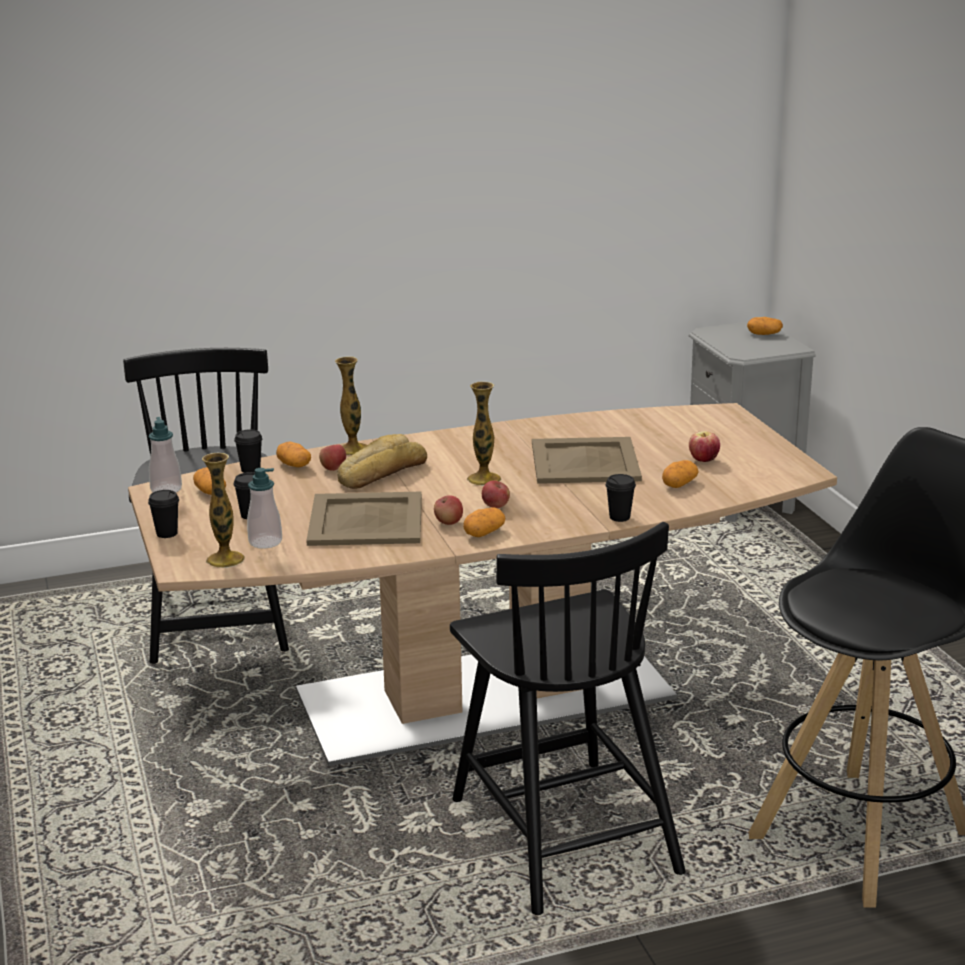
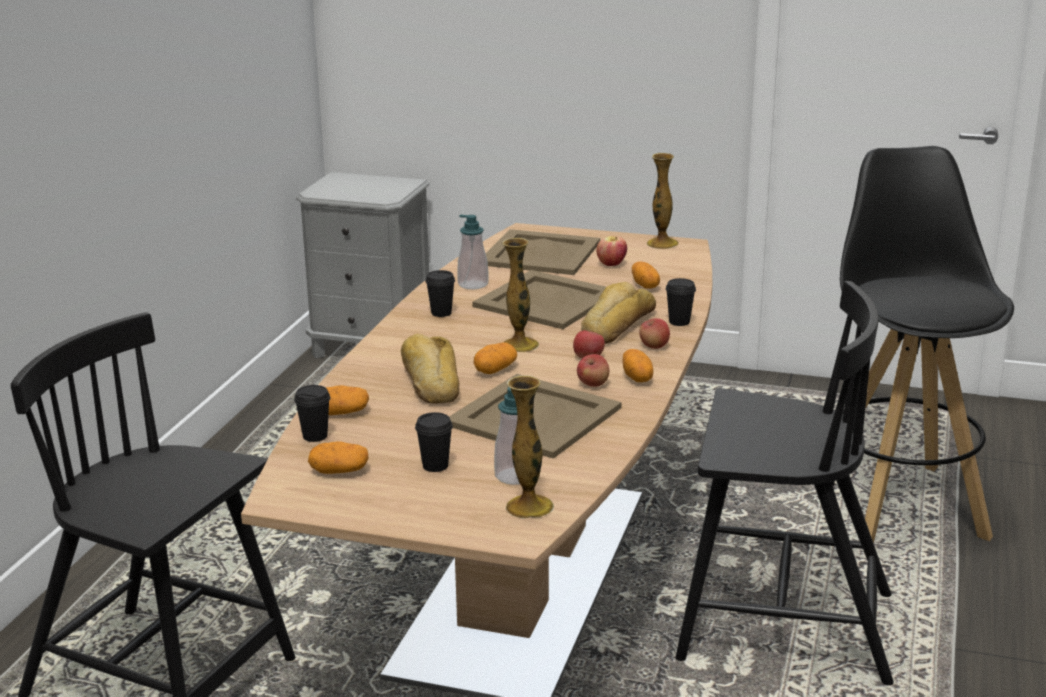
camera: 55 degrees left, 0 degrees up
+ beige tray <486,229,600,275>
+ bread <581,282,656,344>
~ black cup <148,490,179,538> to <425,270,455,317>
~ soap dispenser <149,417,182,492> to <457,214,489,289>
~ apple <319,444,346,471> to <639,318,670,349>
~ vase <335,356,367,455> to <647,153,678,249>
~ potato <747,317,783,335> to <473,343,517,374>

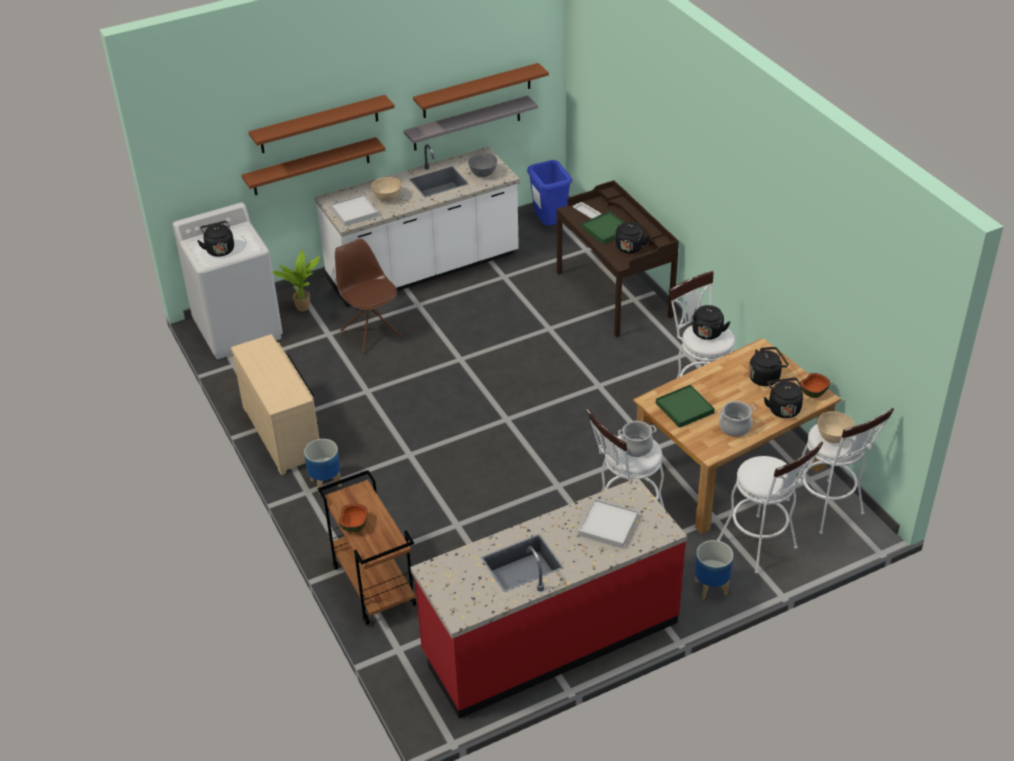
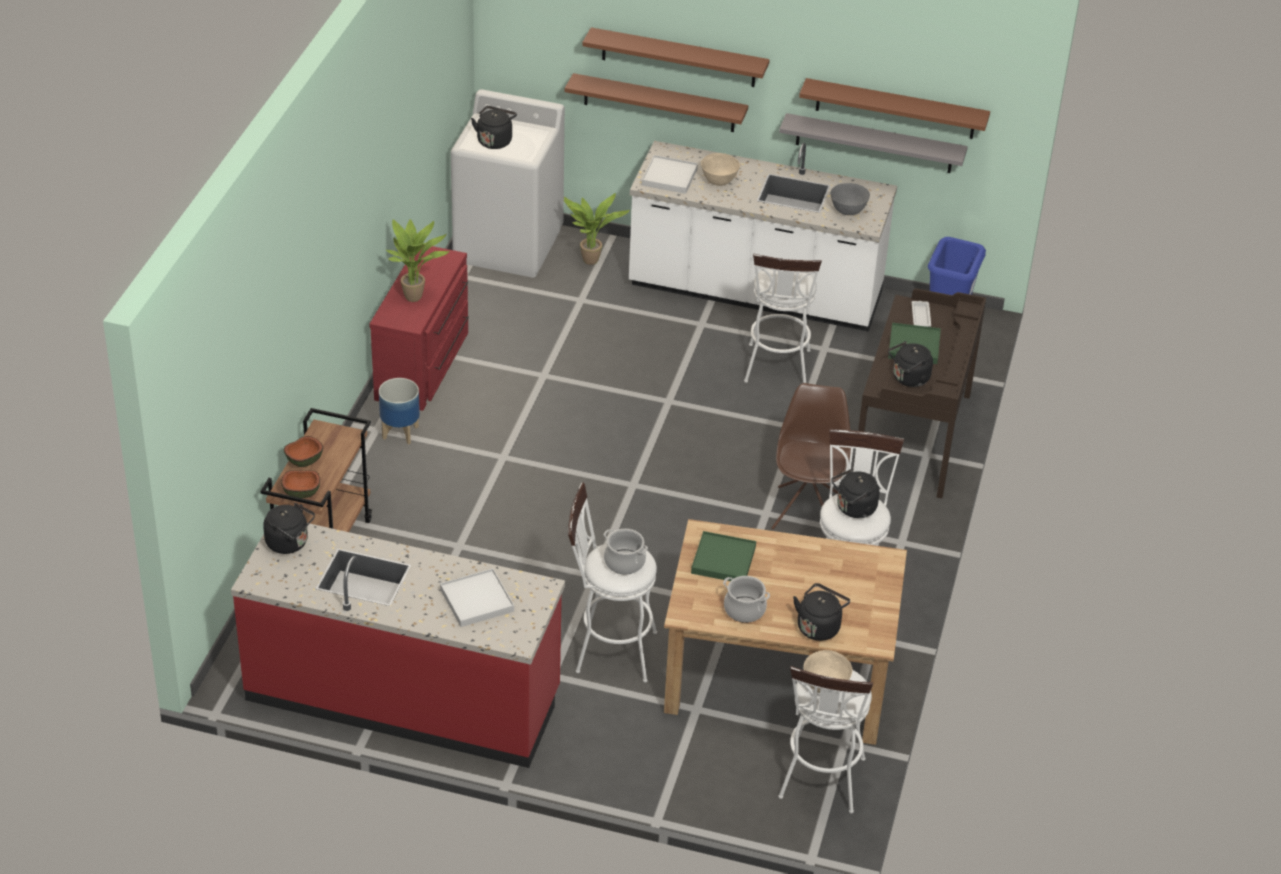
camera: 40 degrees right, 0 degrees up
- planter <695,540,733,599>
+ potted plant <385,219,449,302>
~ brown chair <335,239,403,354> to <772,383,851,529>
~ white stool <717,442,823,574> to <744,254,822,383>
~ black kettle <749,347,788,386> to <263,503,315,554>
~ bowl <800,373,830,398> to <281,470,320,498>
~ beige dresser <231,334,319,475> to red dresser <369,246,468,411>

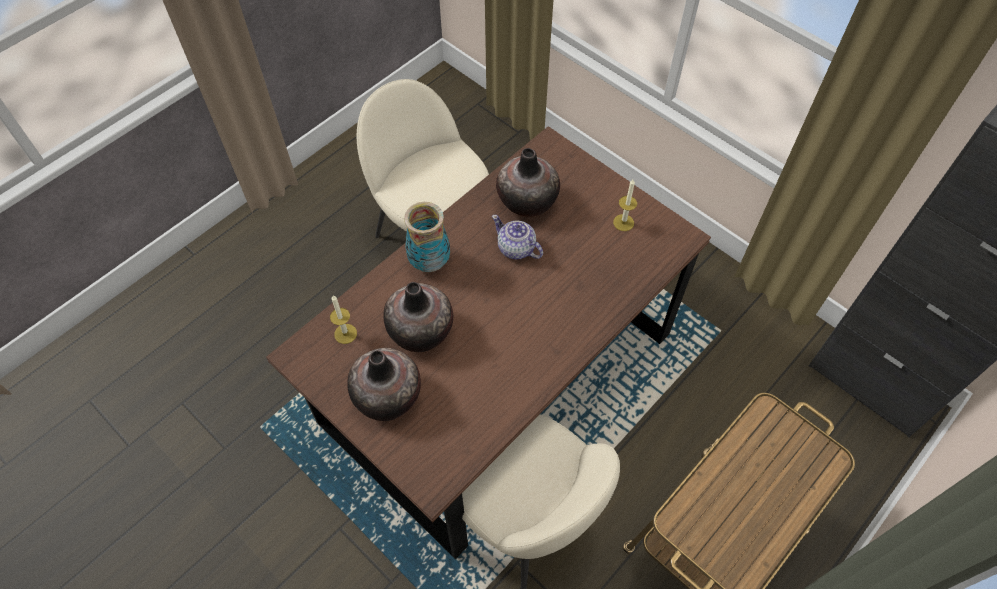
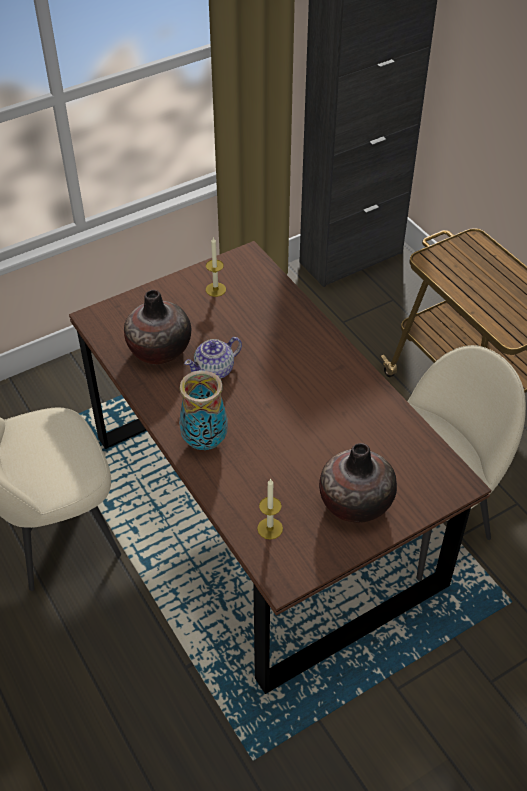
camera: 75 degrees left, 10 degrees down
- vase <383,282,453,352>

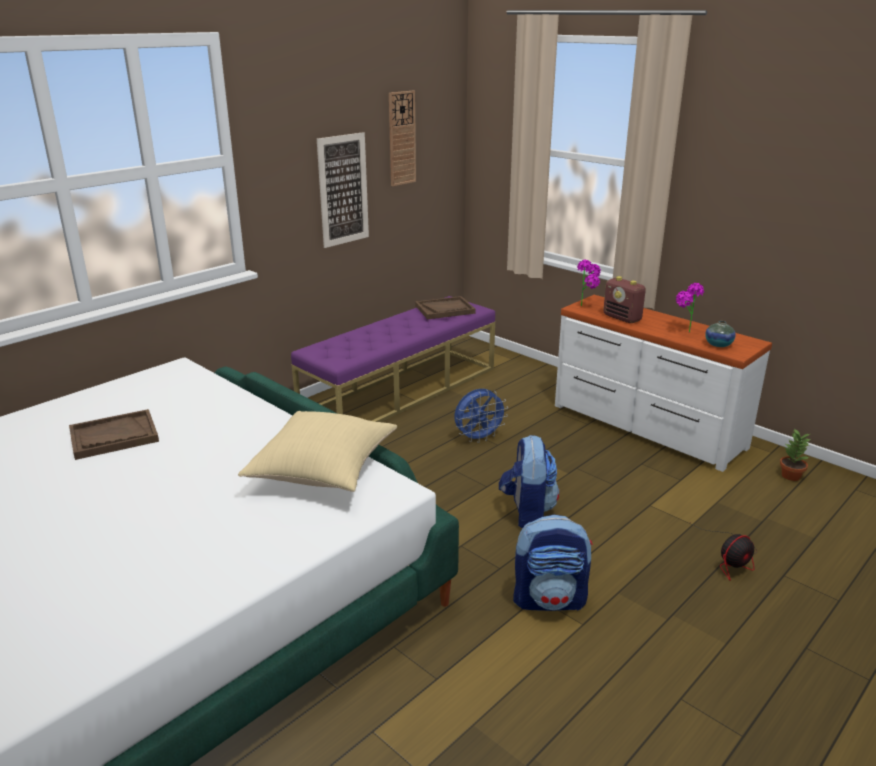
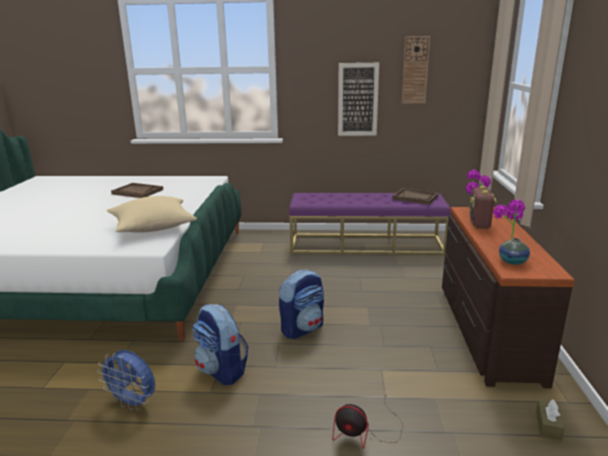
camera: 50 degrees right, 5 degrees down
~ blue fan <455,389,508,443> to <97,350,155,411>
~ potted plant <780,428,810,481> to brown tissue box <536,399,565,441>
~ white dresser <555,295,772,472> to brown dresser <442,207,575,388>

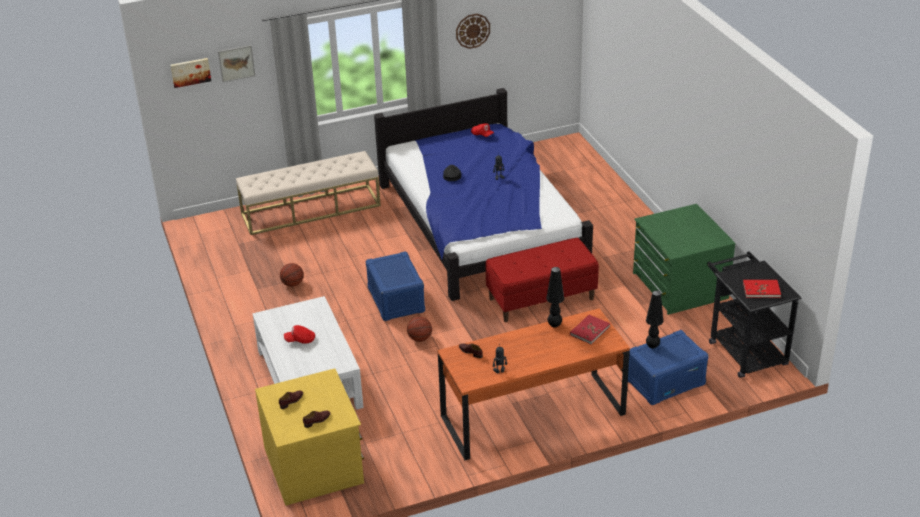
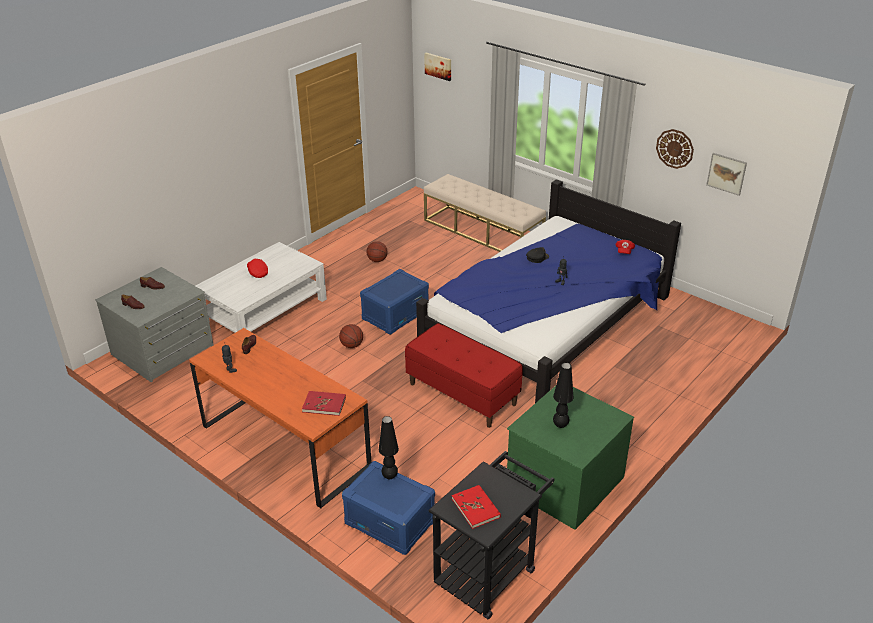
camera: 60 degrees right, 0 degrees up
~ picture <218,45,255,82> to <706,153,747,196>
~ black table lamp <546,267,564,328> to <553,363,574,428>
~ yellow dresser <255,368,364,506> to grey dresser <95,267,213,383>

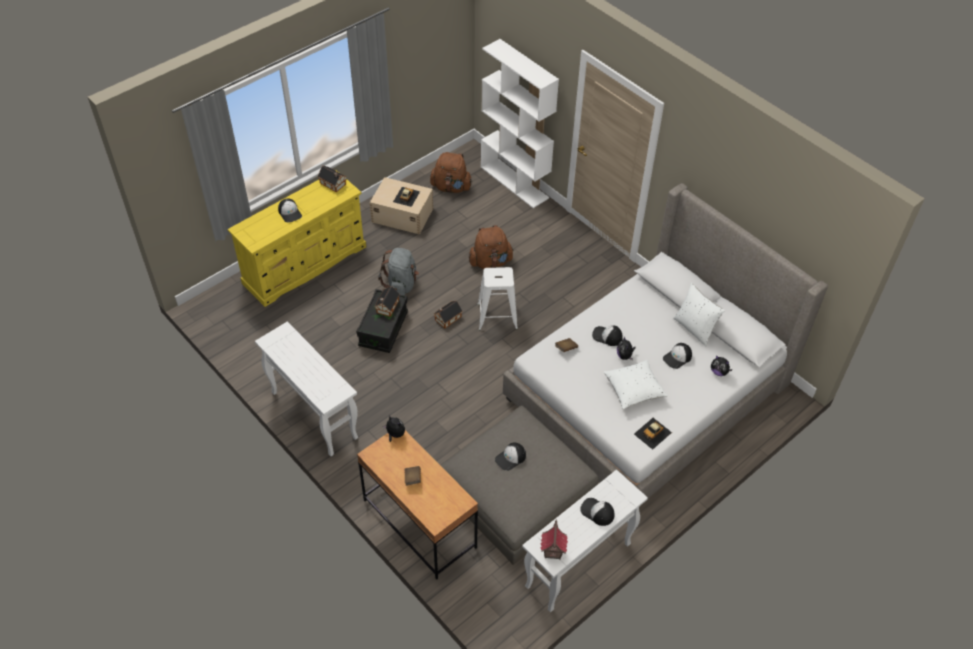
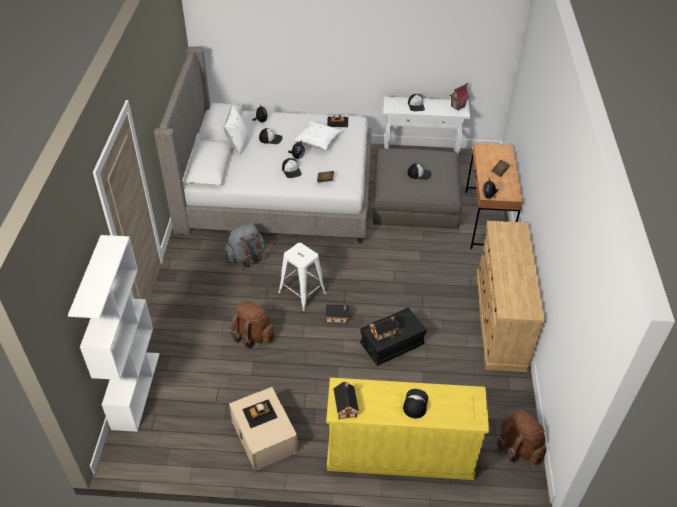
camera: 135 degrees left, 5 degrees down
~ grey backpack <378,248,419,295> to <225,224,265,268>
~ brown backpack <430,152,472,193> to <497,410,546,464>
~ white console table <255,321,358,456> to beige dresser <476,221,545,372>

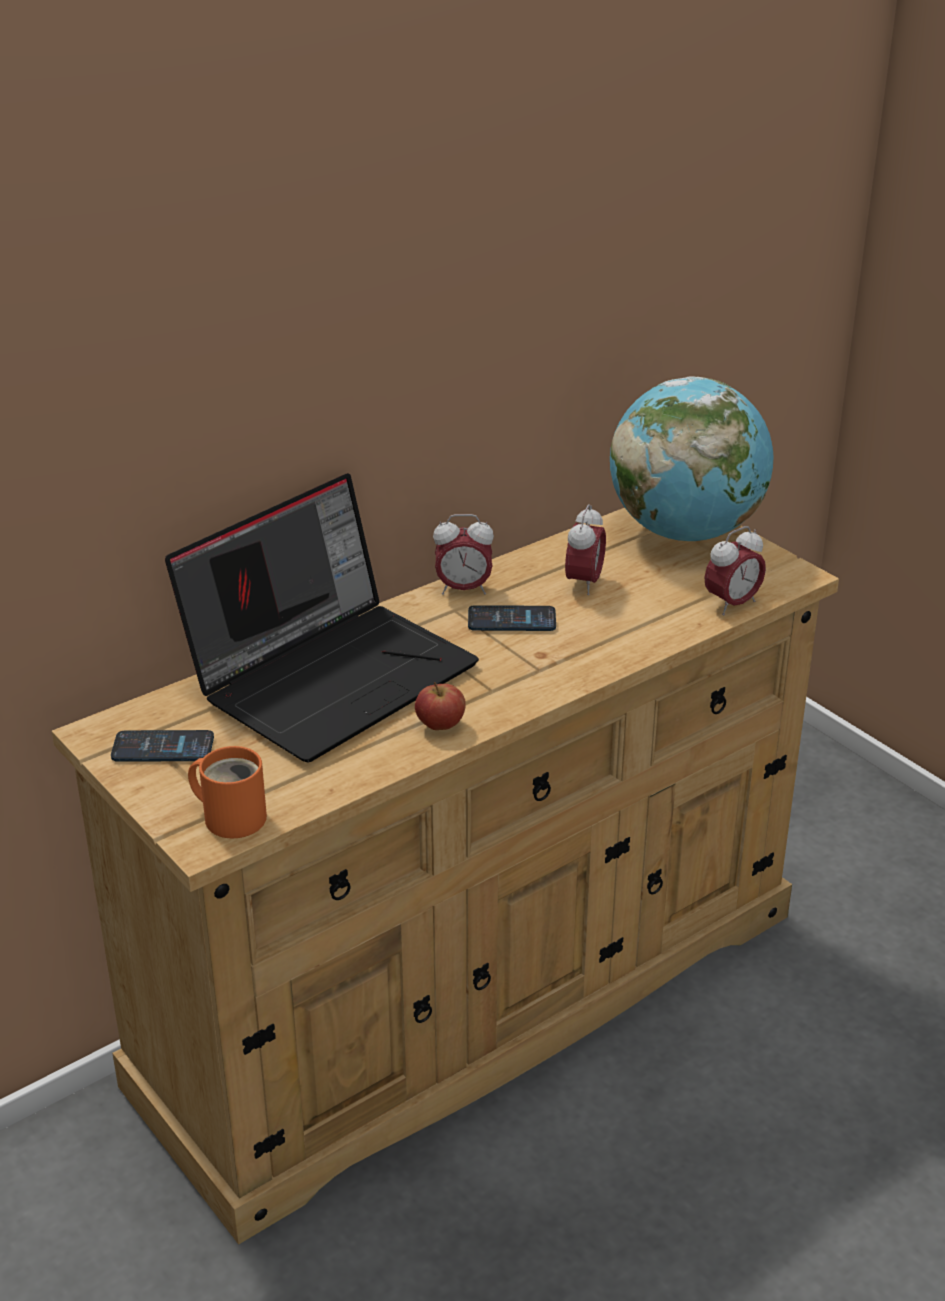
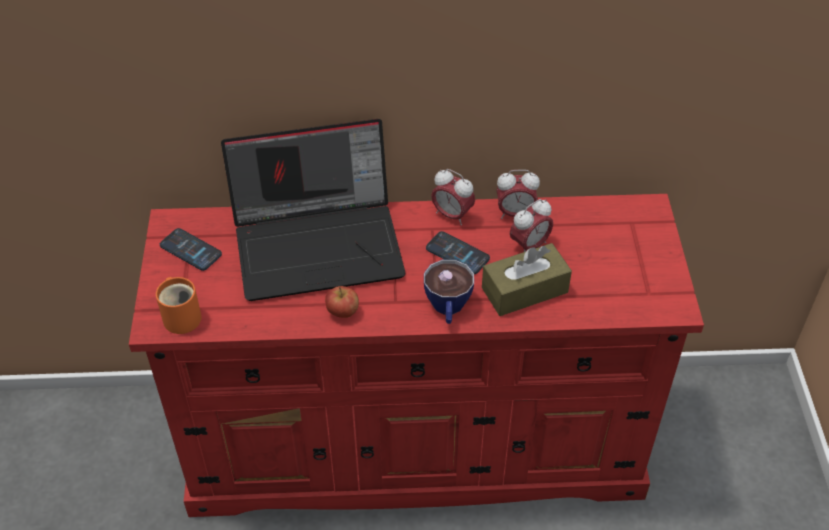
camera: 35 degrees right, 15 degrees up
- globe <610,376,773,541>
+ cup <424,260,474,324>
+ brown tissue box <482,243,572,316>
~ alarm clock <704,526,766,616> to <496,170,540,219>
~ beige dresser <52,508,839,1244> to red dresser <129,194,704,517>

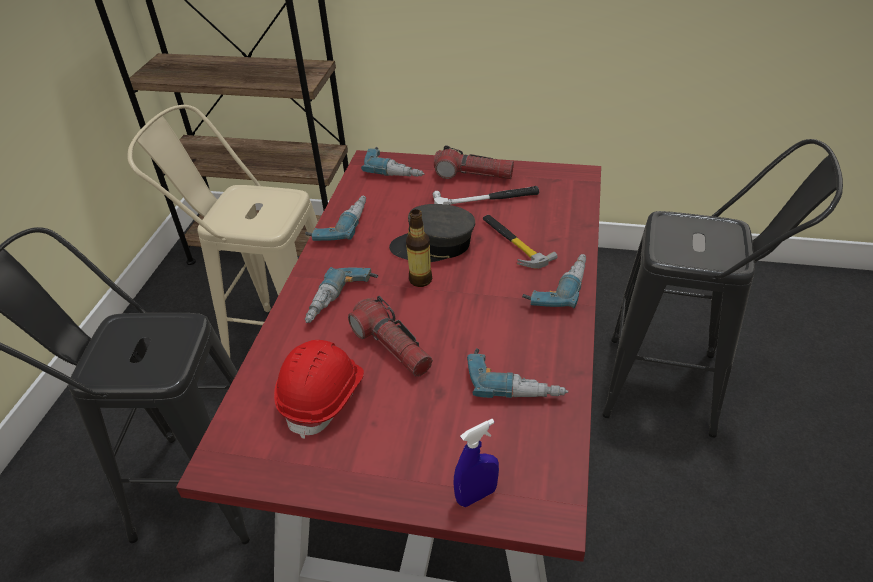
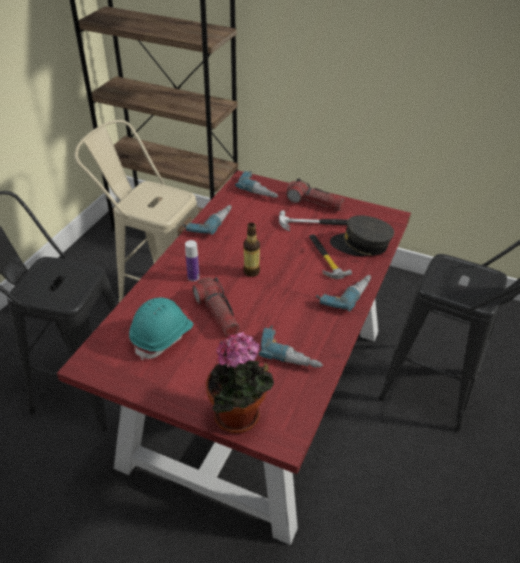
camera: 10 degrees right, 0 degrees up
~ grey cap <389,204,475,262> to <330,215,394,256>
~ power drill <305,267,378,323> to bottle <185,240,200,281>
~ blue spray bottle <454,419,499,507> to potted plant <206,332,274,434>
~ red hard hat <274,340,364,439> to turquoise hard hat <129,298,193,360>

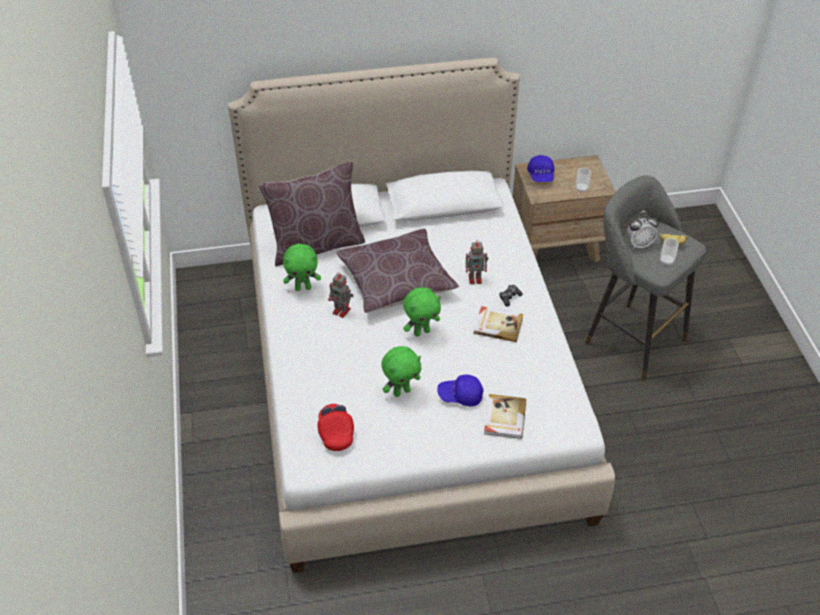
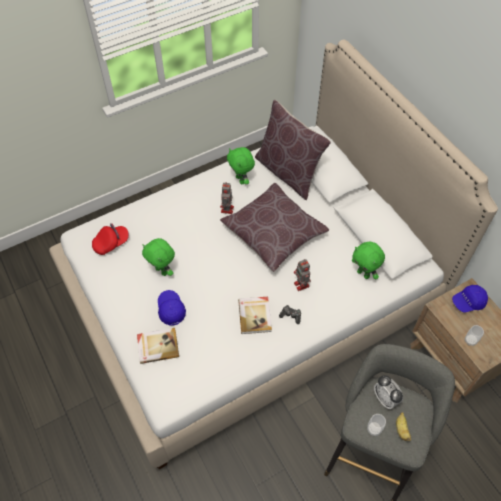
camera: 70 degrees right, 10 degrees up
~ green plush toy <403,287,441,337> to <352,241,385,279>

